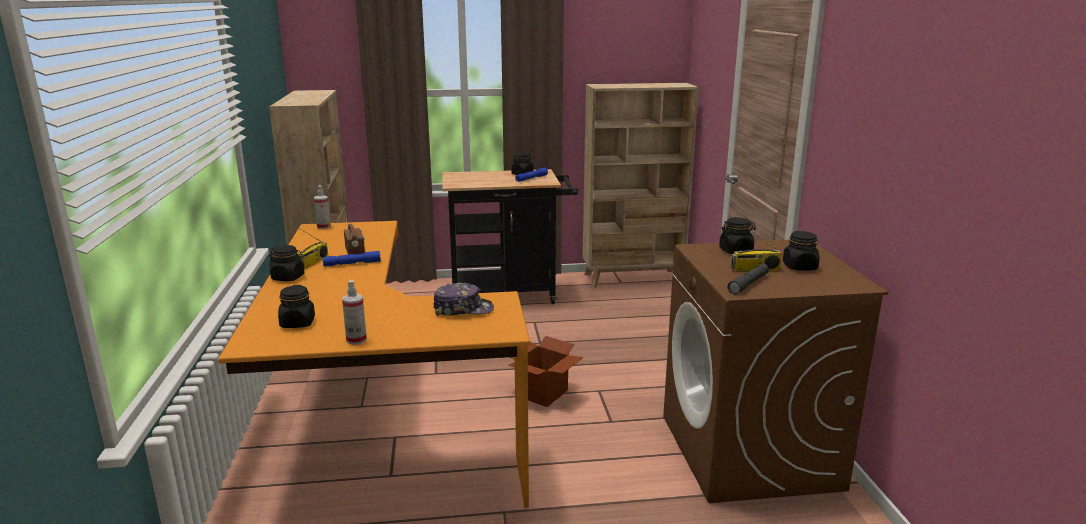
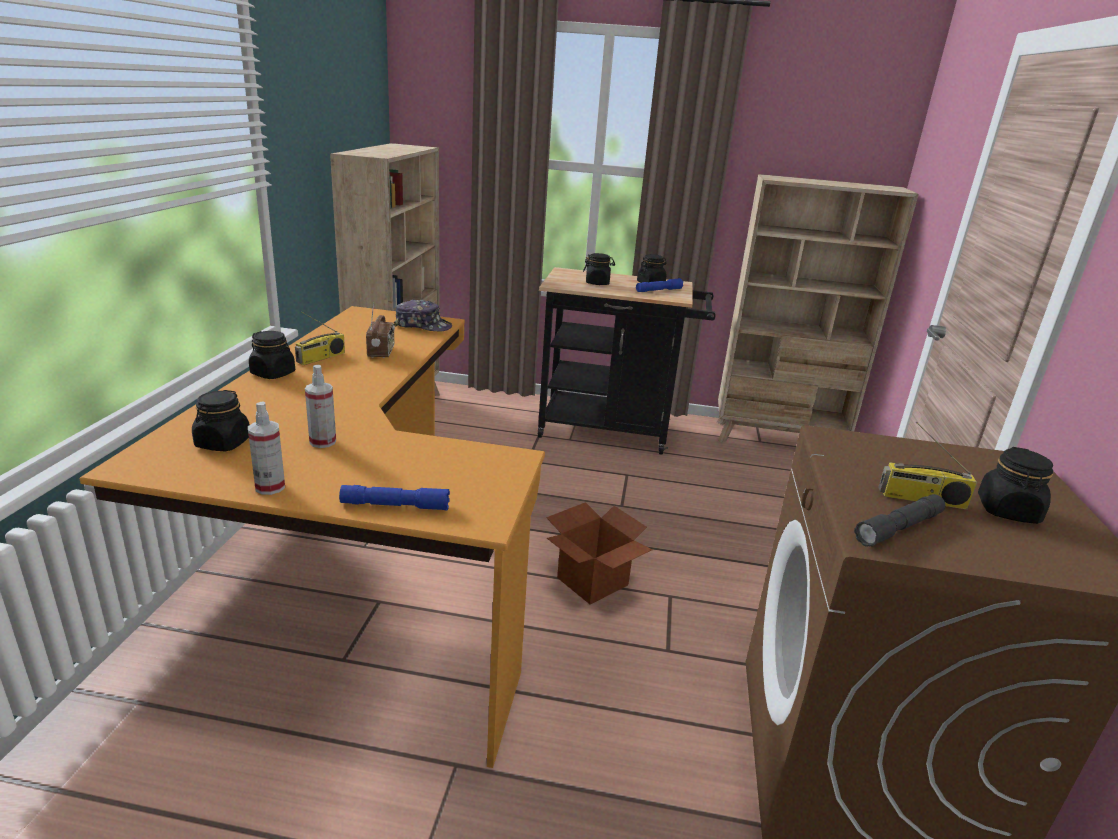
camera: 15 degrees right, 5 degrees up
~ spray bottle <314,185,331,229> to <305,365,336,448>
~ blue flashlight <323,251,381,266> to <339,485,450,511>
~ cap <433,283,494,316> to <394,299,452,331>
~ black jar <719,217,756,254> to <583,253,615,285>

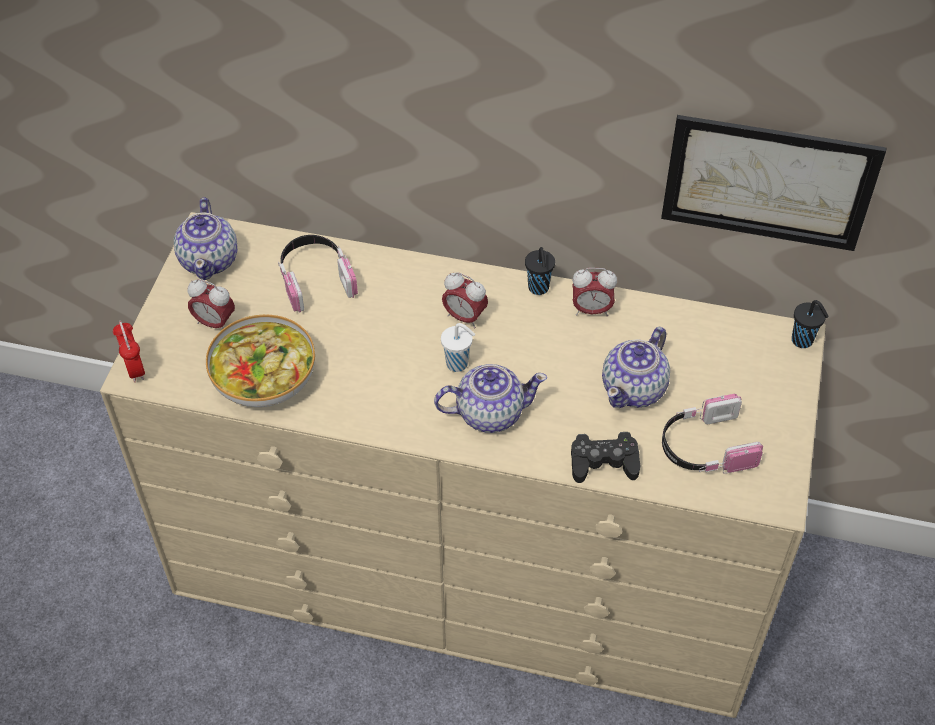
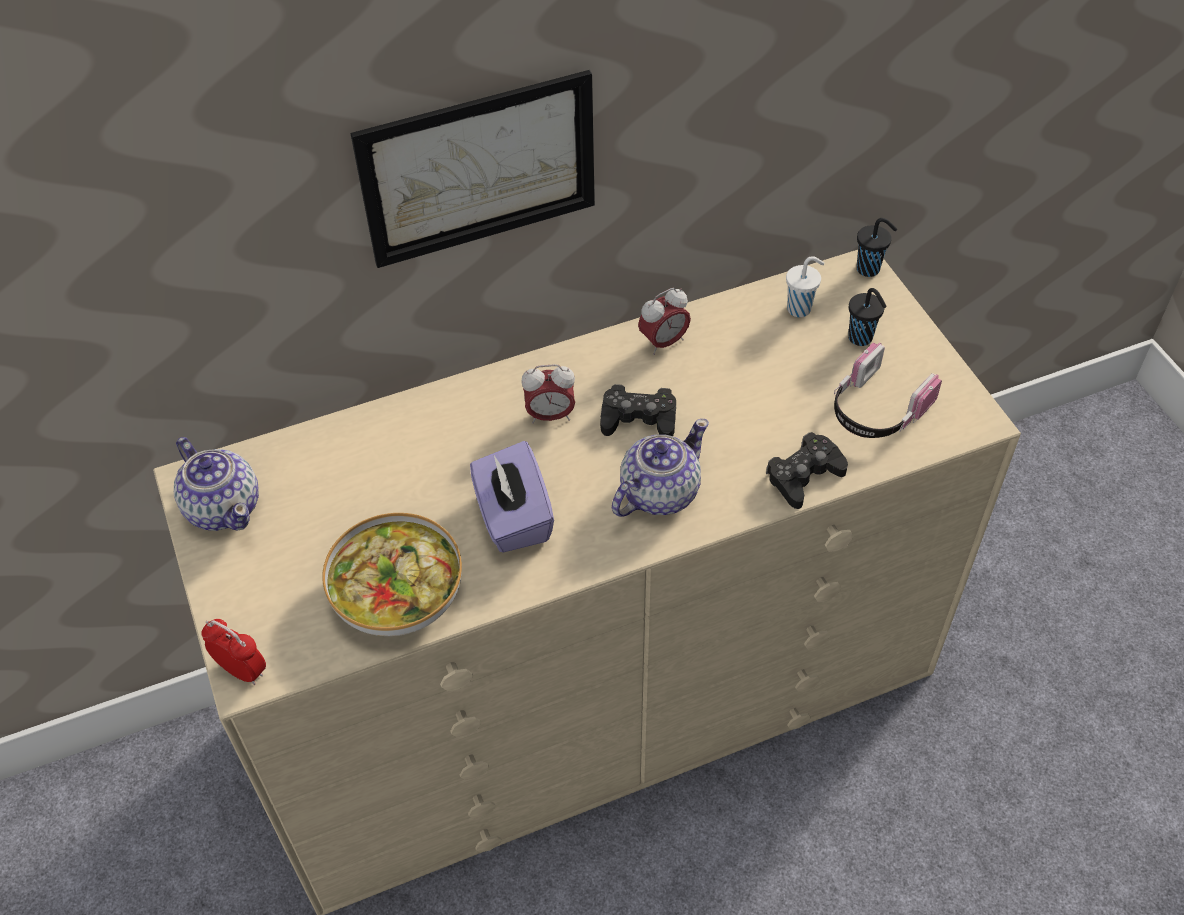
camera: 35 degrees left, 0 degrees up
- alarm clock <188,279,235,329>
- headphones <278,235,358,313>
- teapot <602,327,670,408>
+ purple tissue box <470,441,554,553>
+ black game controller <600,384,676,436>
~ white cup <441,323,475,372> to <786,256,825,317>
~ black cup <525,247,555,295> to <848,288,887,346>
~ picture <661,115,886,251> to <350,70,595,268>

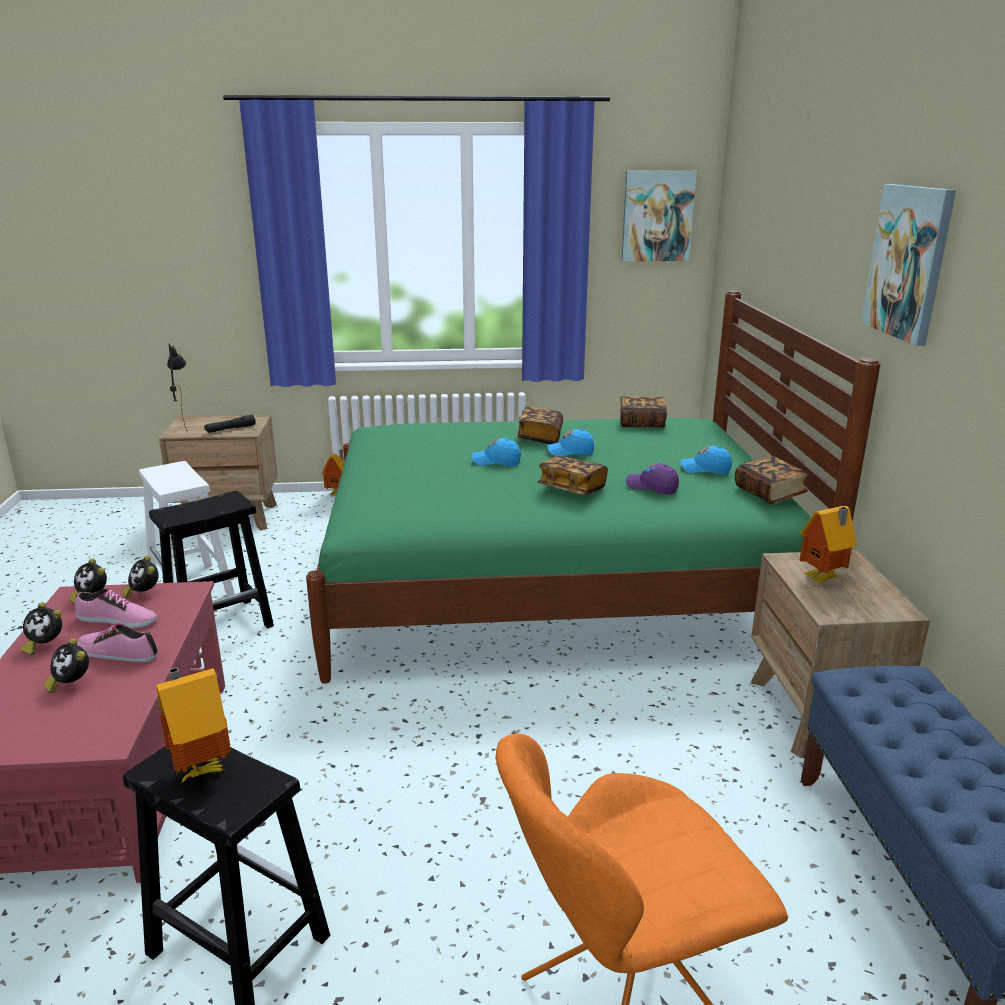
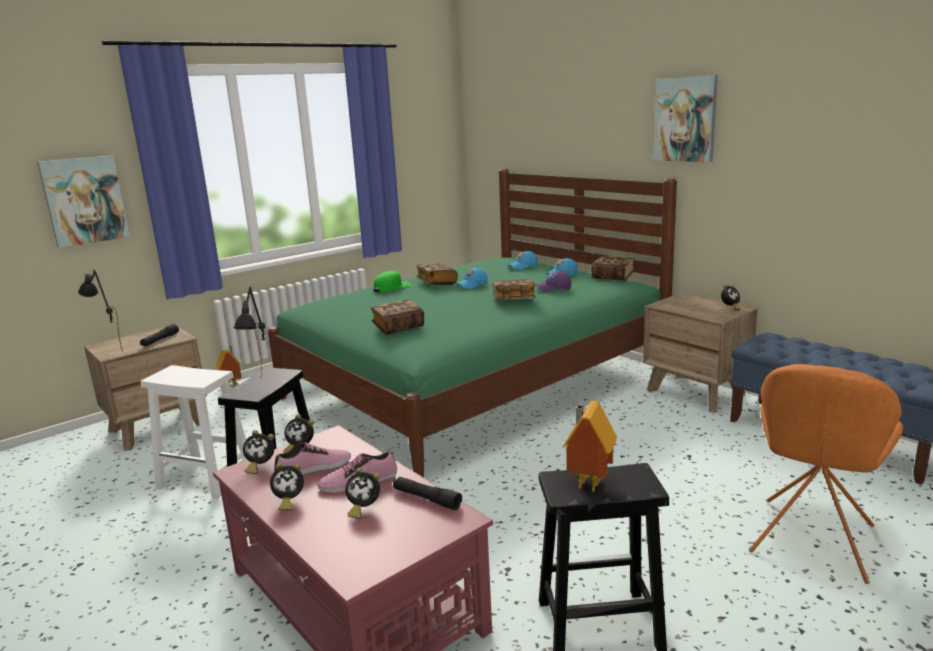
camera: 35 degrees left, 5 degrees down
- toy house <799,506,857,584>
+ black table lamp <234,286,265,372>
+ green cap <374,271,412,292>
+ black flashlight <393,477,462,510>
+ alarm clock <721,284,741,311>
~ blue cap <472,438,521,466> to <508,251,538,270>
~ book <620,396,667,427> to <371,300,424,334>
~ picture <621,171,697,262> to <37,155,130,248>

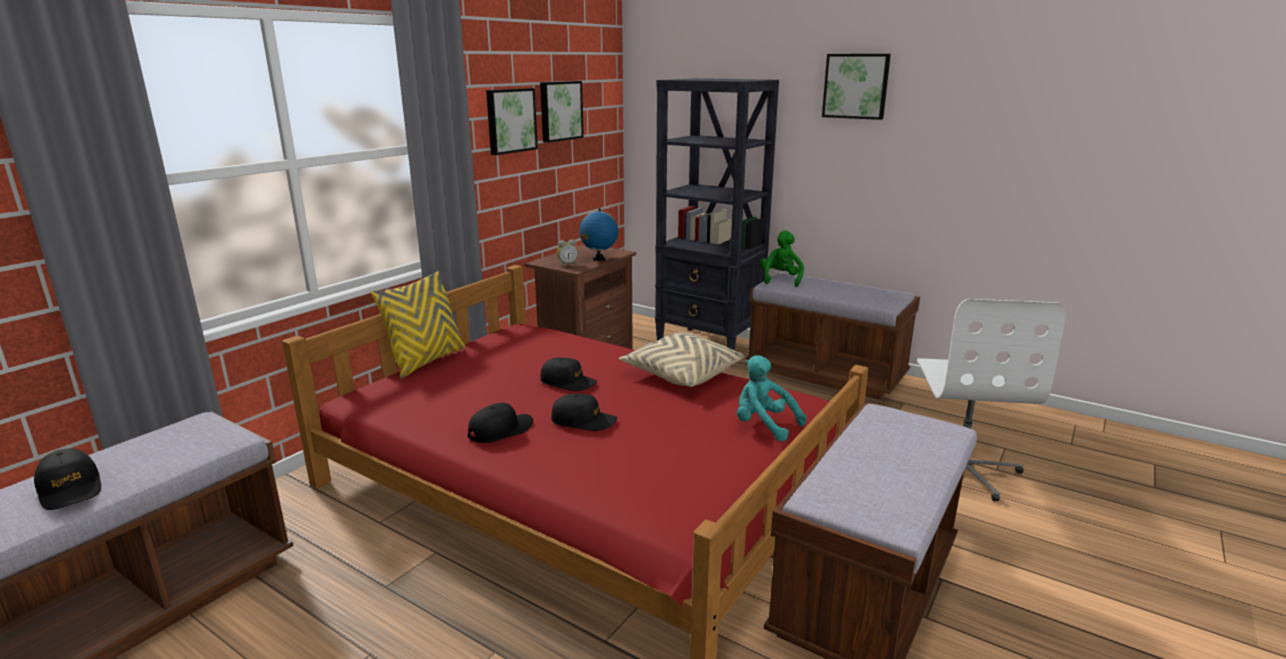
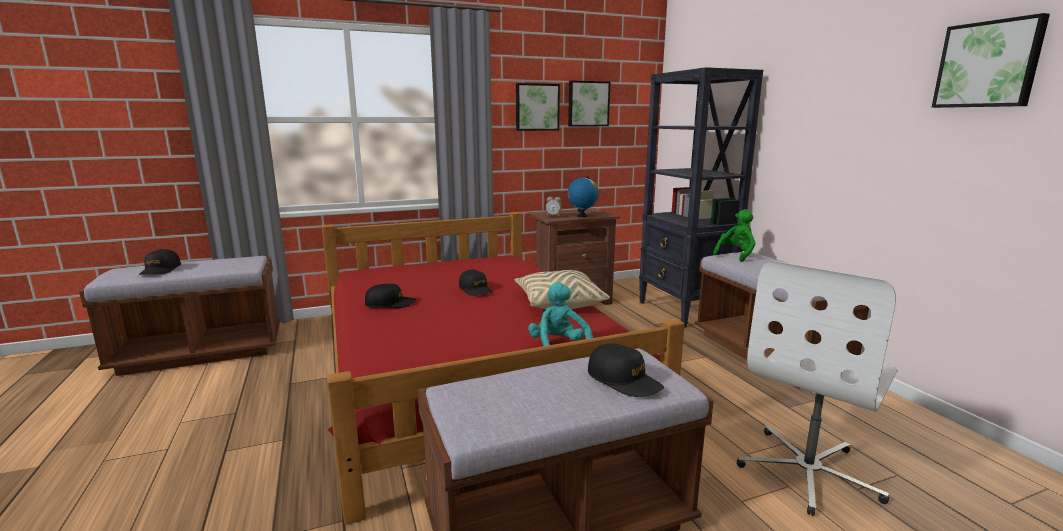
camera: 35 degrees right, 5 degrees down
- yellow pillow <371,271,465,379>
~ black cap <551,394,617,431> to <588,343,664,397>
~ picture <822,54,891,120> to <932,13,1050,108>

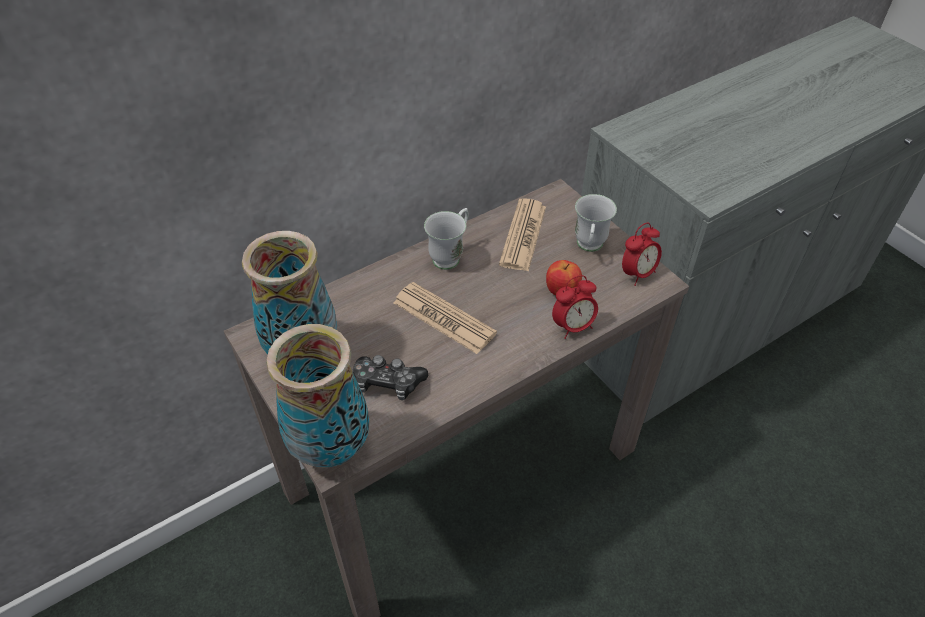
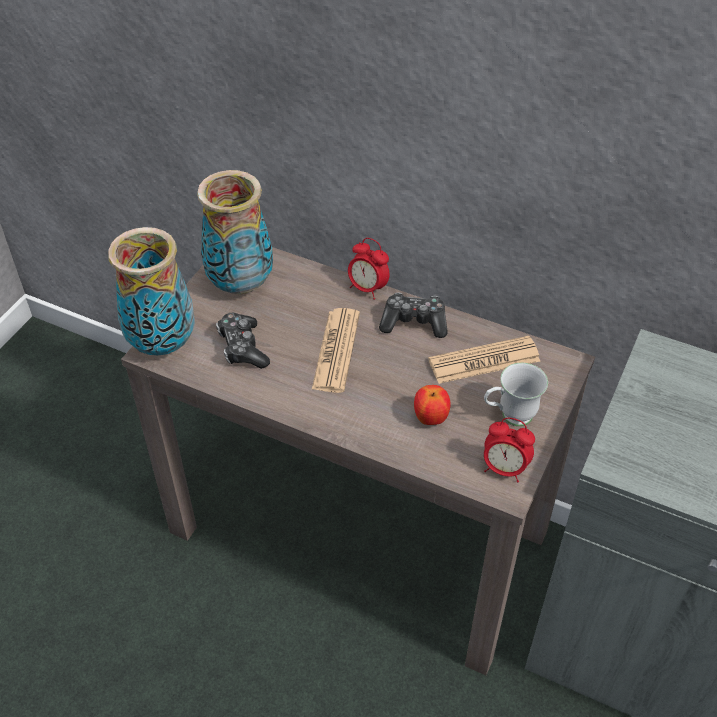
camera: 60 degrees right, 0 degrees up
~ alarm clock <552,275,598,339> to <348,238,390,300>
~ white mug <424,208,469,270> to game controller <379,293,447,338>

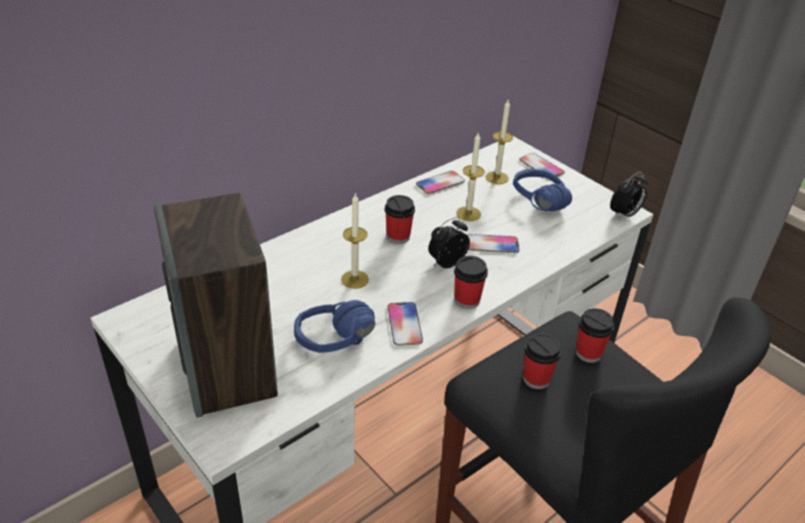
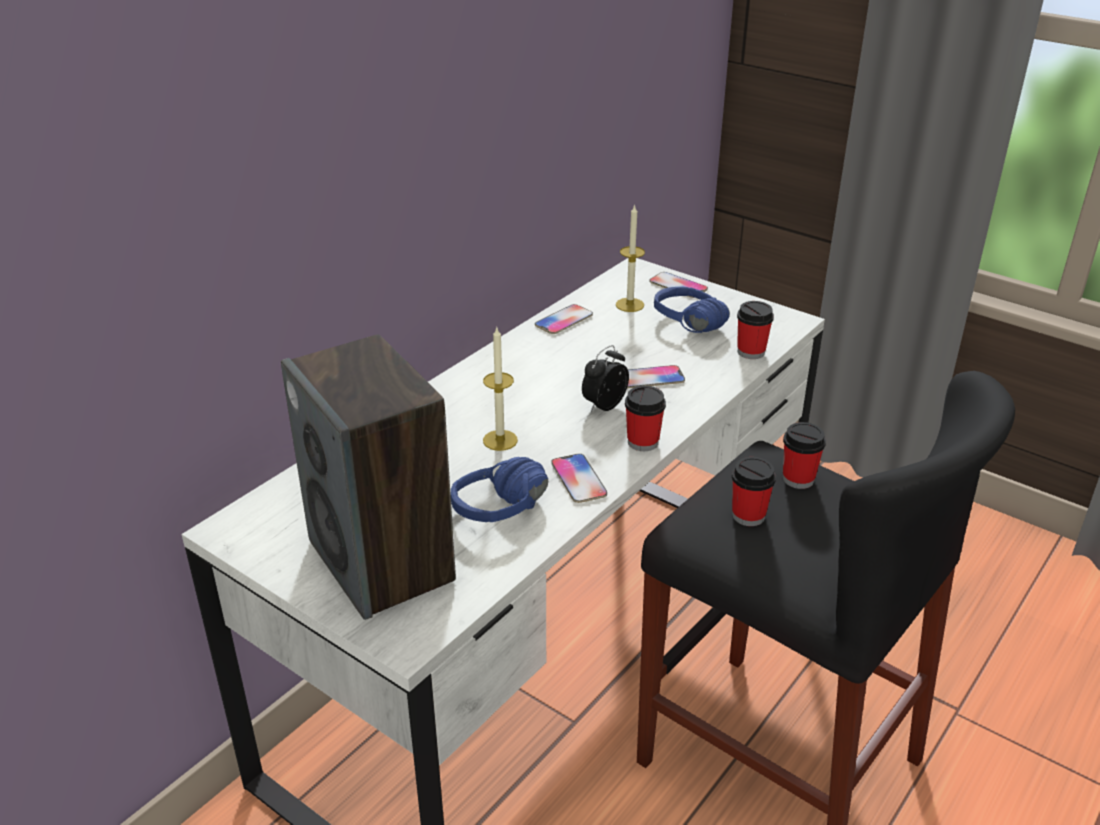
camera: 10 degrees left, 5 degrees down
- candle <456,133,485,221>
- alarm clock <610,172,648,220>
~ cup <385,195,415,244> to <737,301,774,359>

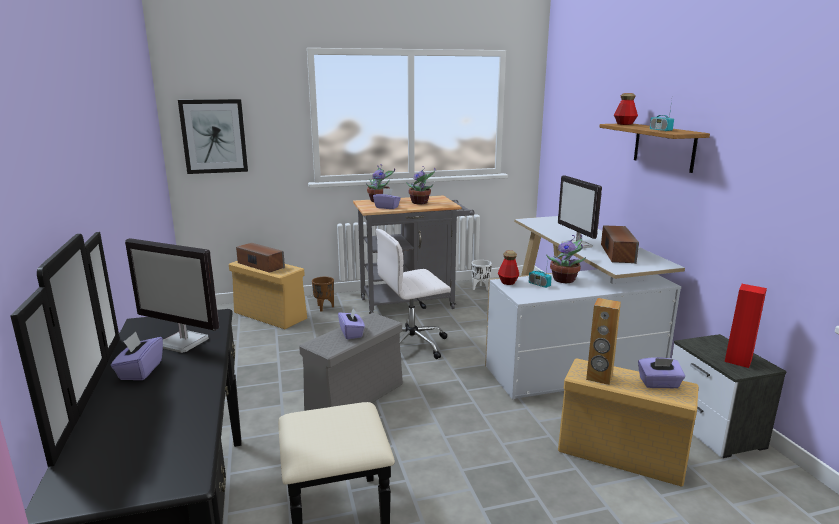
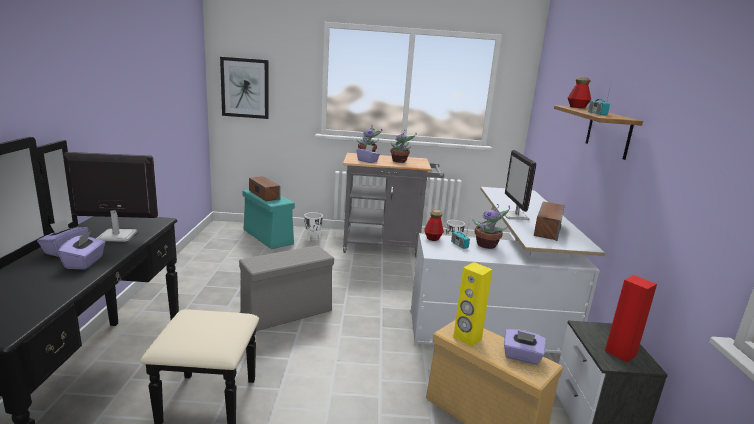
camera: 15 degrees right, 0 degrees up
- white office chair <376,229,451,359>
~ purple tissue box <338,308,365,339> to <58,231,105,270>
~ beige storage box <229,261,307,329> to turquoise storage box <243,189,295,249>
~ brown planter <312,277,334,312> to white planter <304,212,323,241>
~ brown speaker <586,298,621,385> to yellow speaker <453,262,493,347>
~ monitor <125,238,219,353> = <63,152,158,242> 135 degrees clockwise

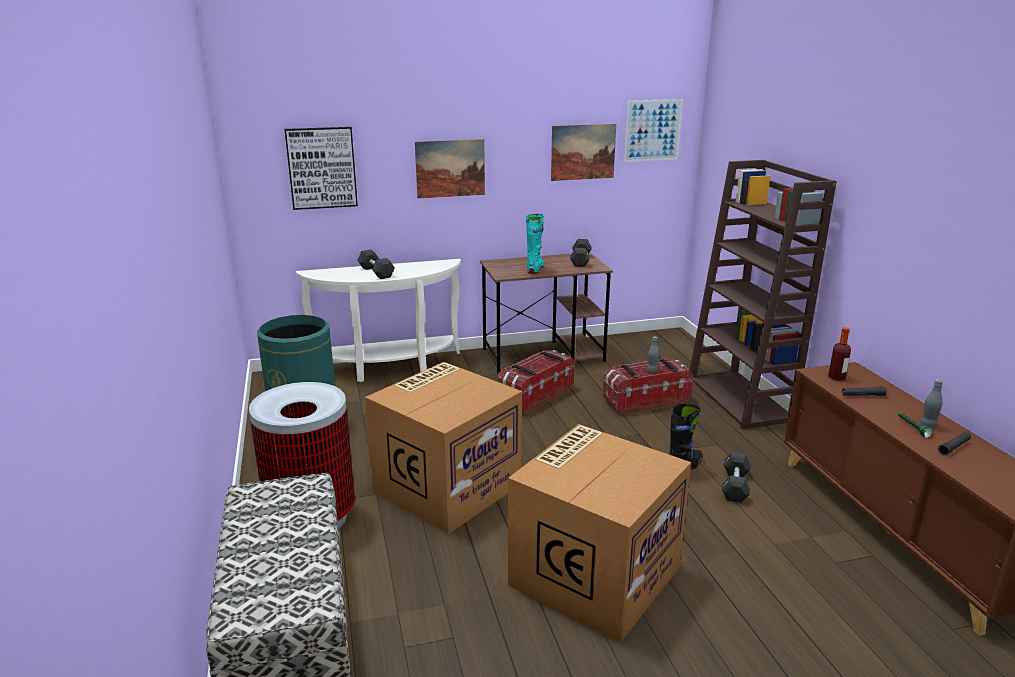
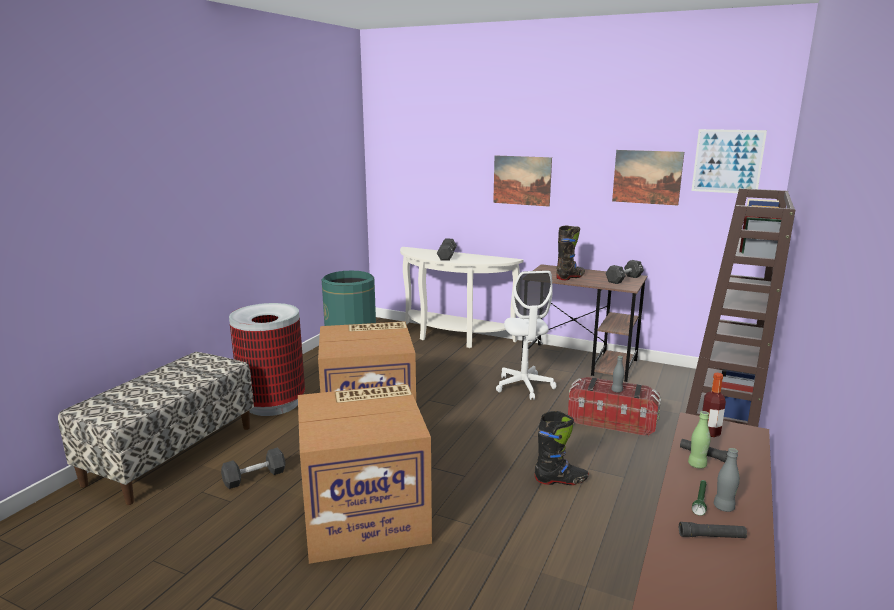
camera: 40 degrees right, 5 degrees down
- picture <285,127,358,210>
+ green bottle <688,411,711,469>
~ black dumbbell <722,452,751,503> to <221,448,286,489>
~ storage box <498,350,574,414> to white office chair <496,271,556,400>
~ turquoise boot <526,214,544,274> to black boot <556,226,585,280>

